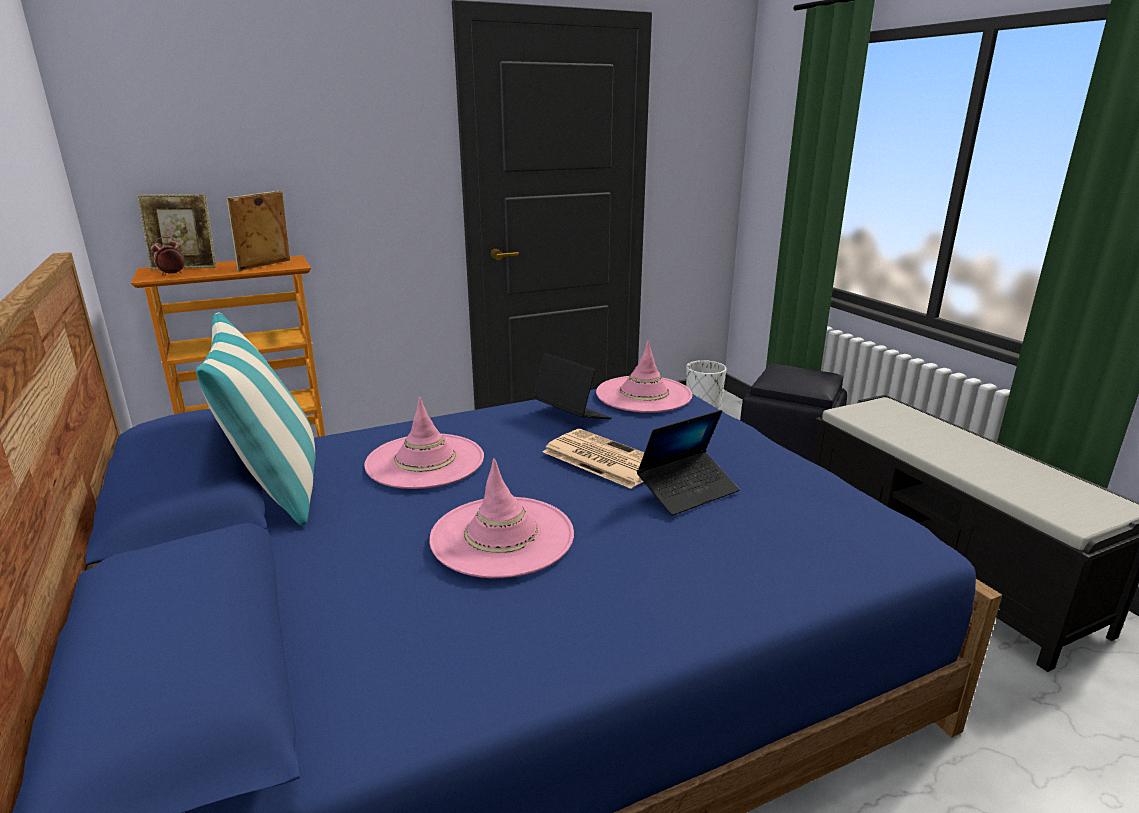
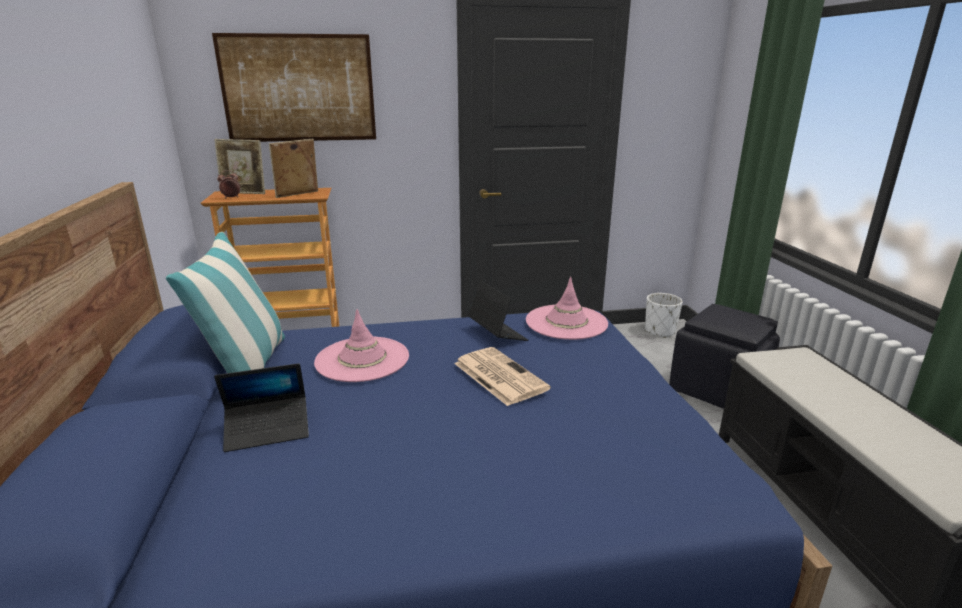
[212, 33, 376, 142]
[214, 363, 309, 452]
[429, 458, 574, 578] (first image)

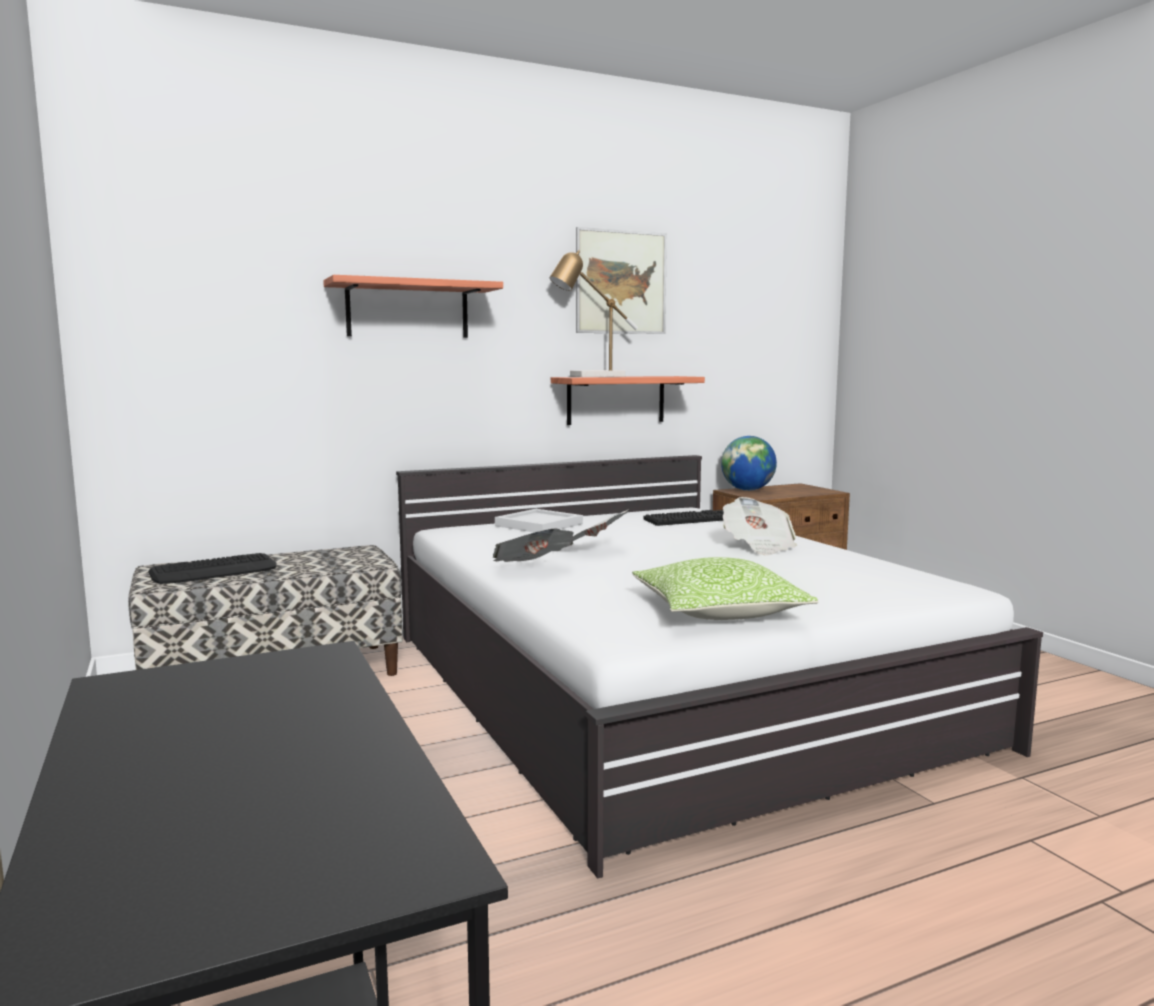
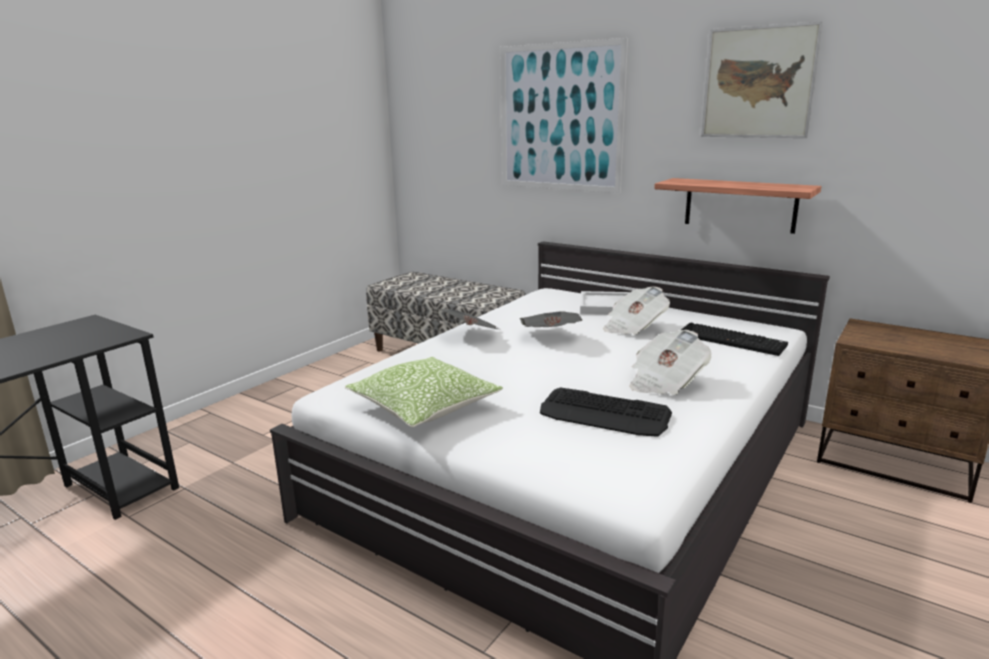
[500, 38, 628, 193]
[540, 387, 672, 437]
[603, 286, 670, 335]
[549, 250, 638, 377] (first image)
[721, 436, 777, 491] (first image)

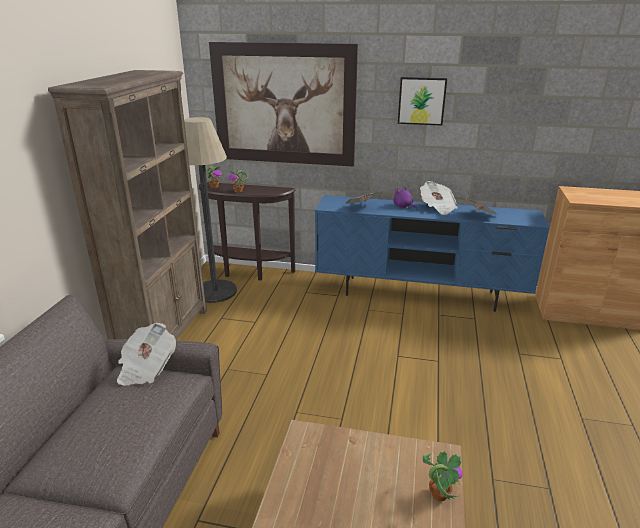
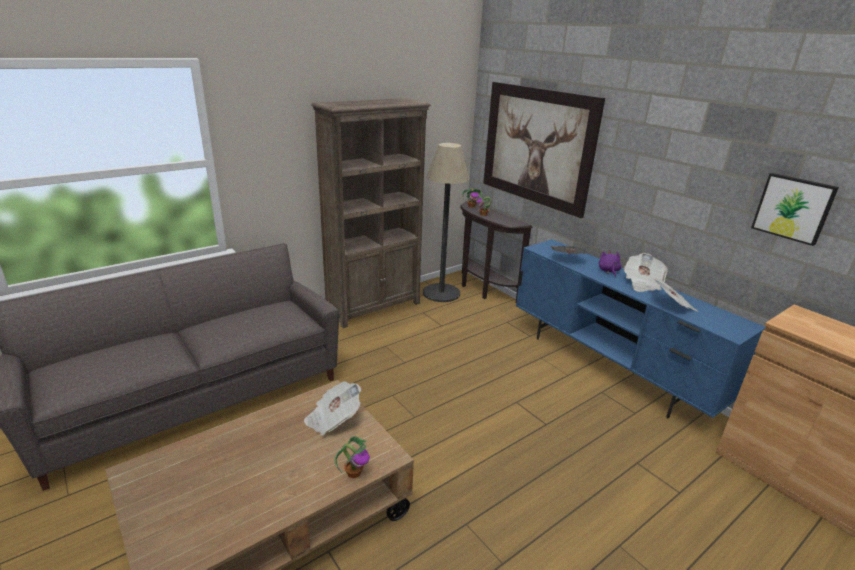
[304, 381, 362, 436]
[751, 173, 839, 246]

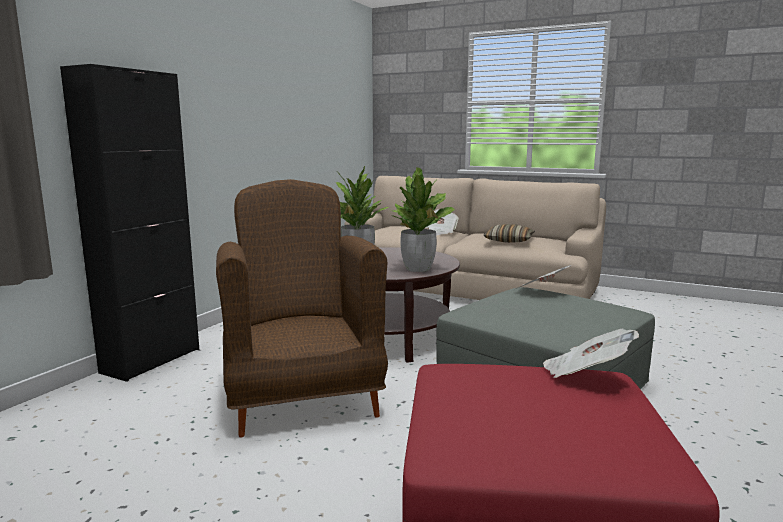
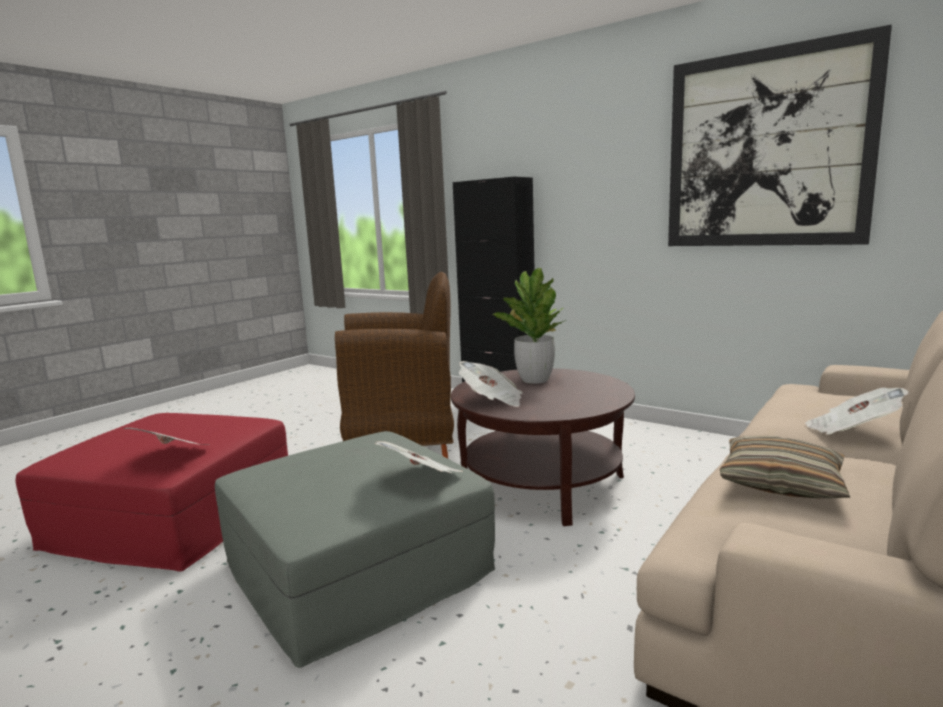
[459, 361, 522, 407]
[668, 25, 892, 246]

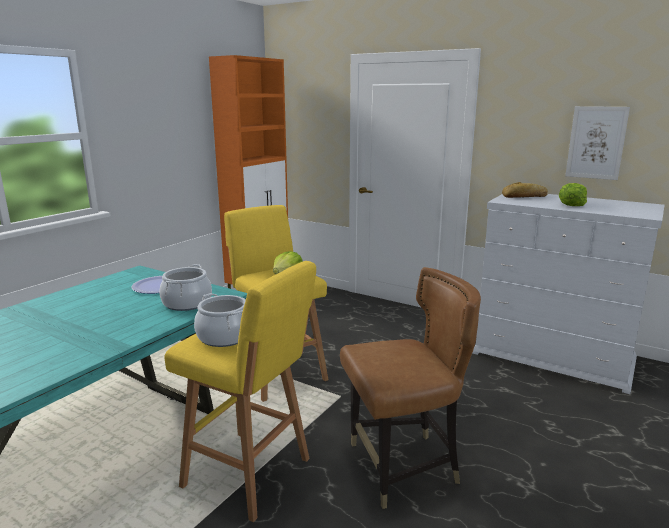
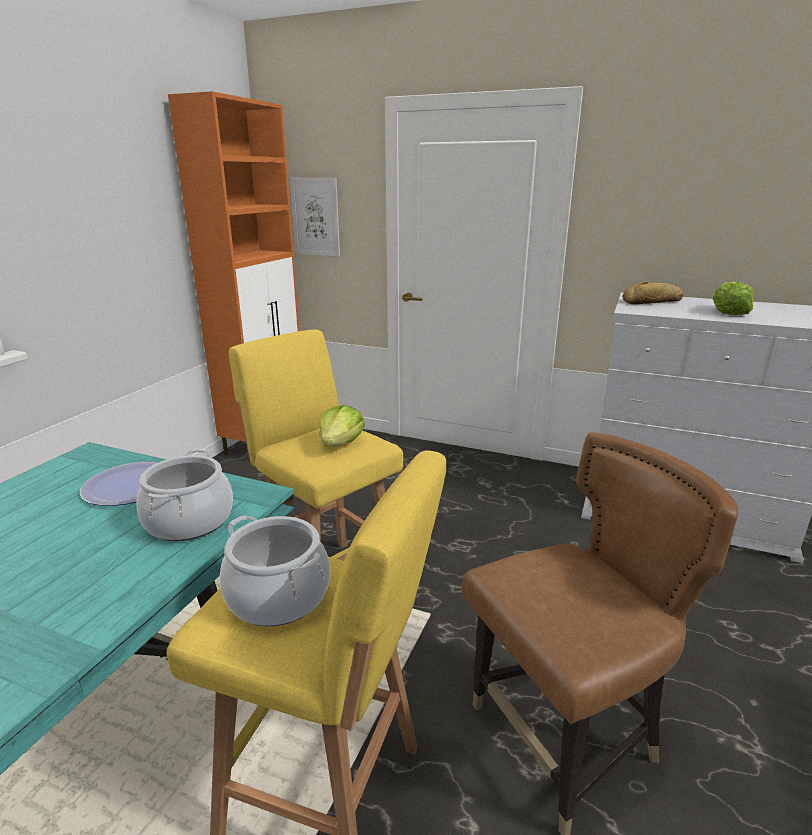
[290, 178, 340, 257]

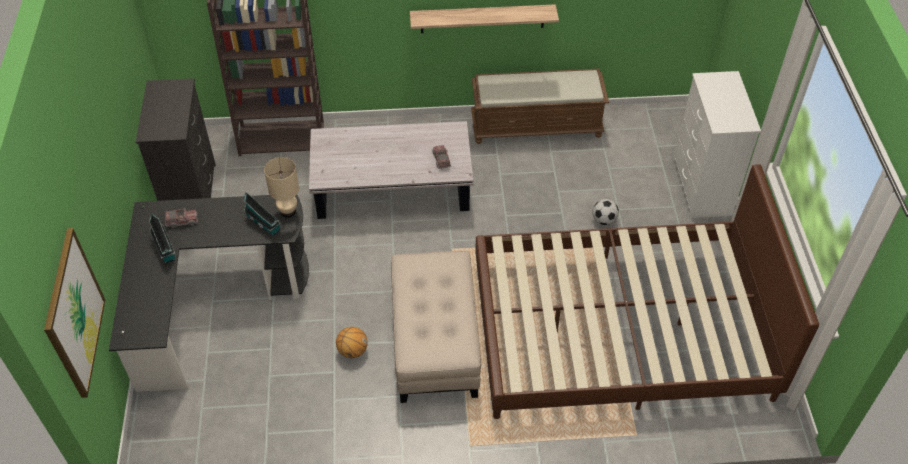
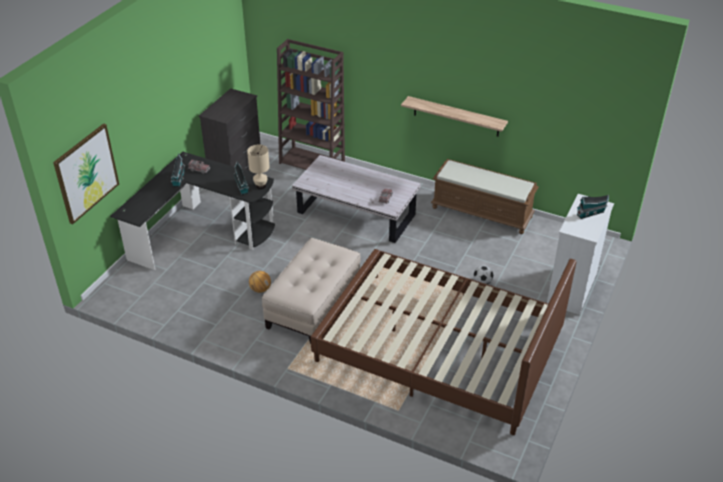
[577, 195, 609, 219]

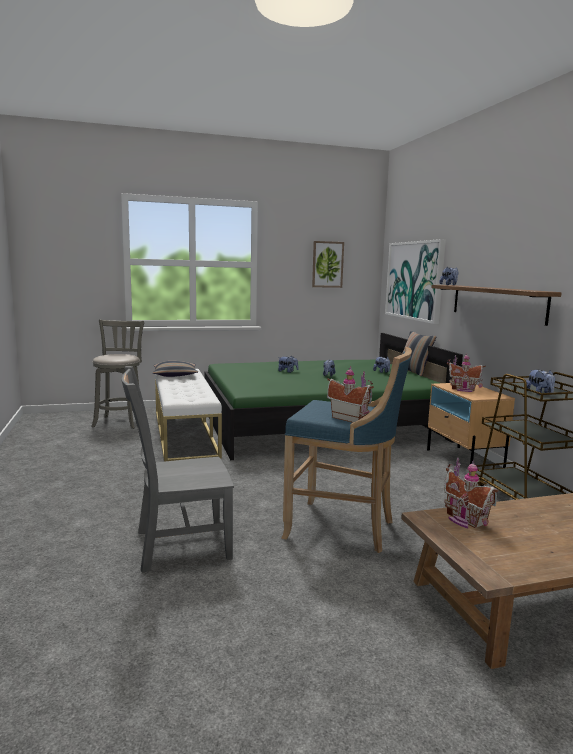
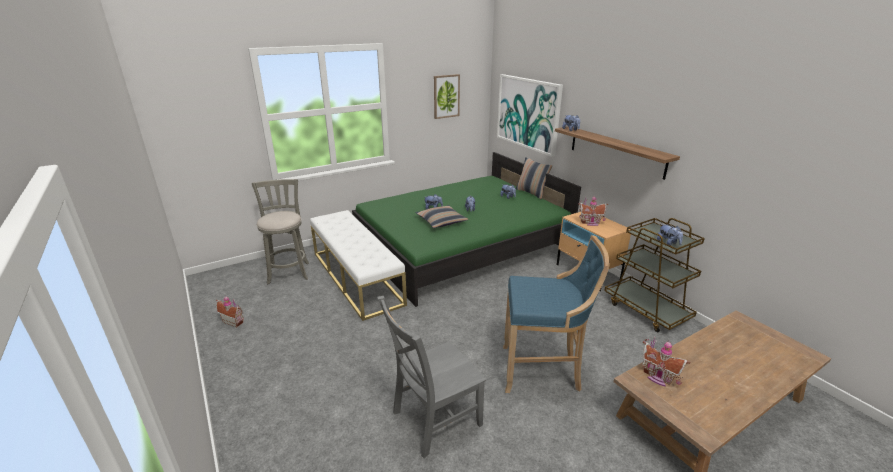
[216, 295, 244, 327]
[416, 205, 468, 228]

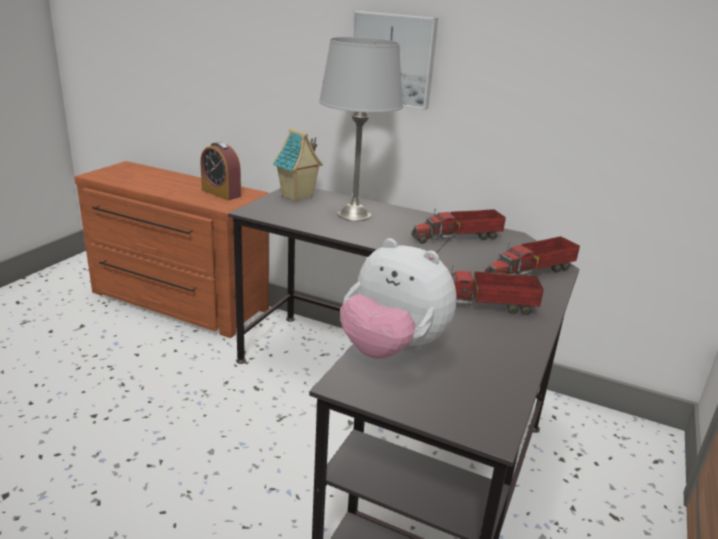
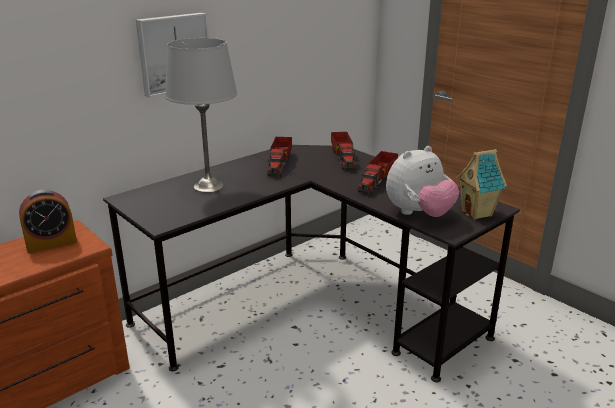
[456, 149, 507, 220]

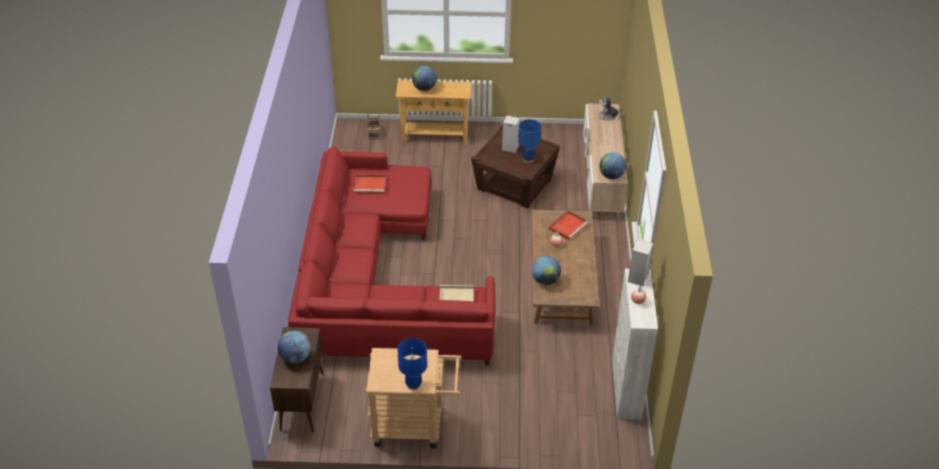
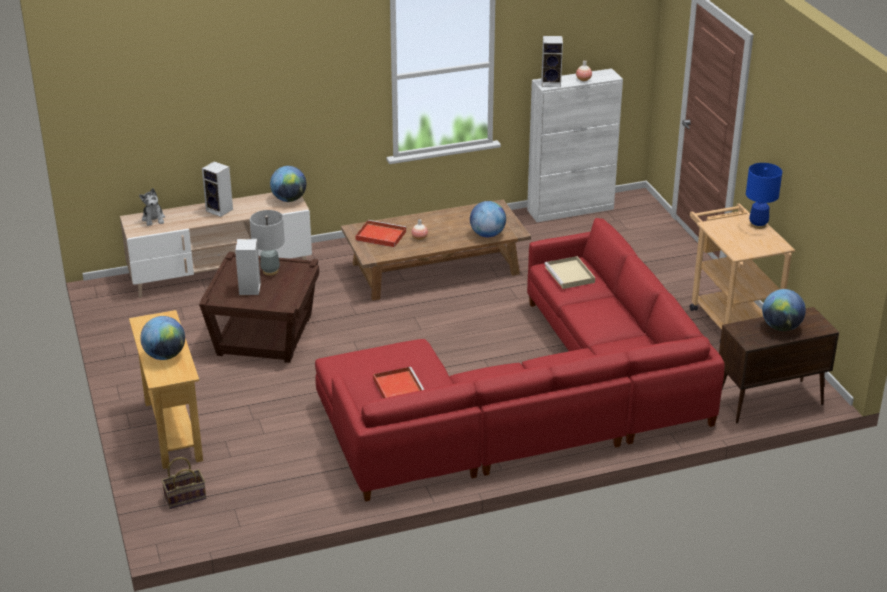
[202, 161, 233, 217]
[250, 210, 285, 276]

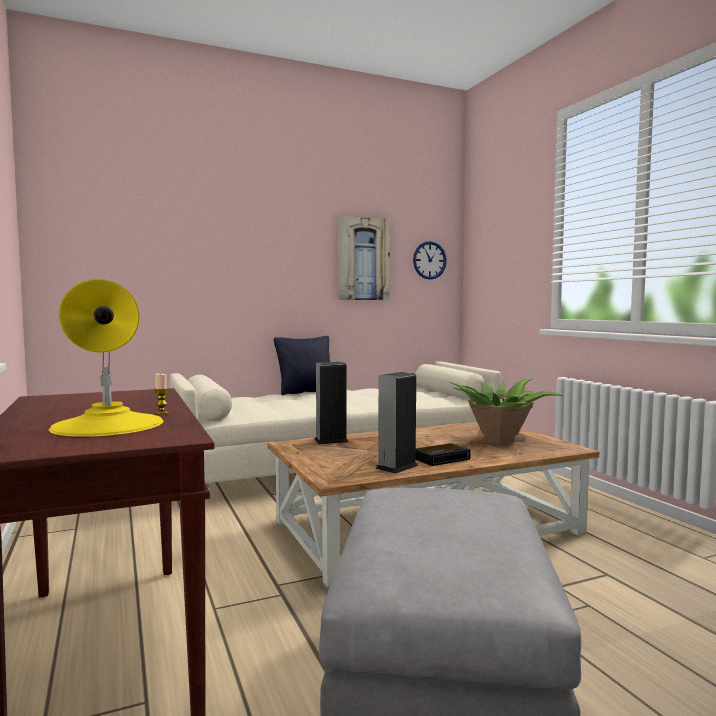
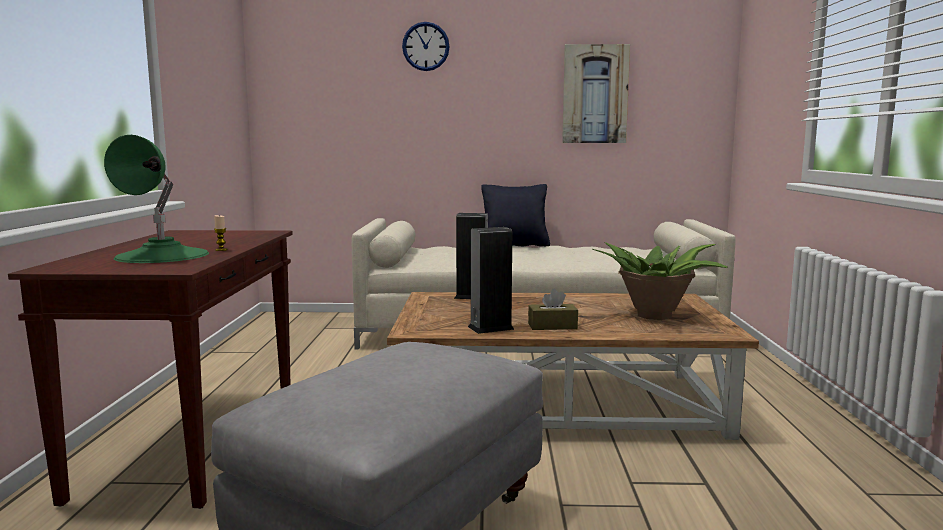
[104, 135, 209, 263]
[402, 22, 450, 71]
[528, 289, 578, 330]

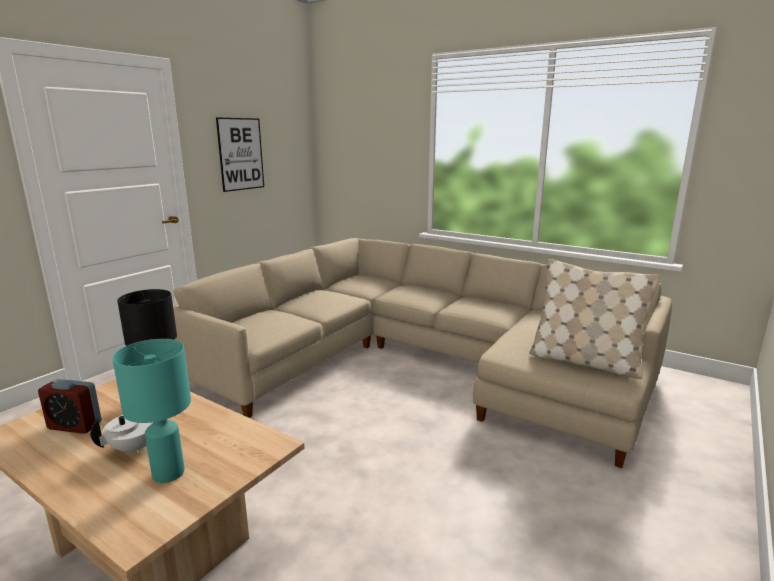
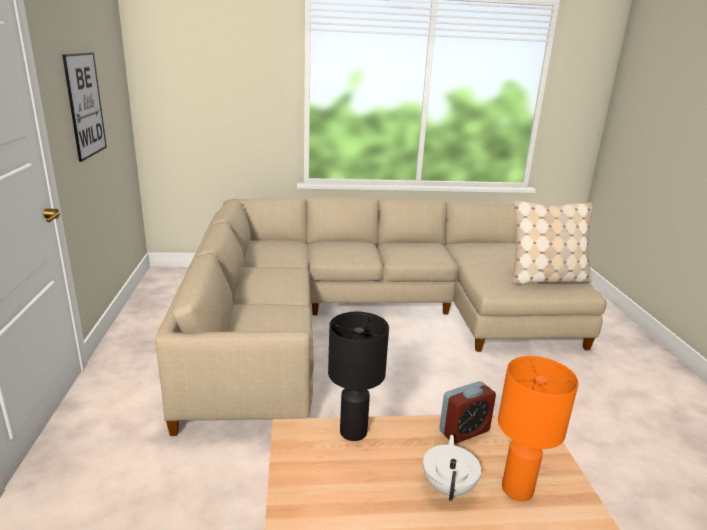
[439, 381, 496, 444]
[498, 356, 578, 501]

